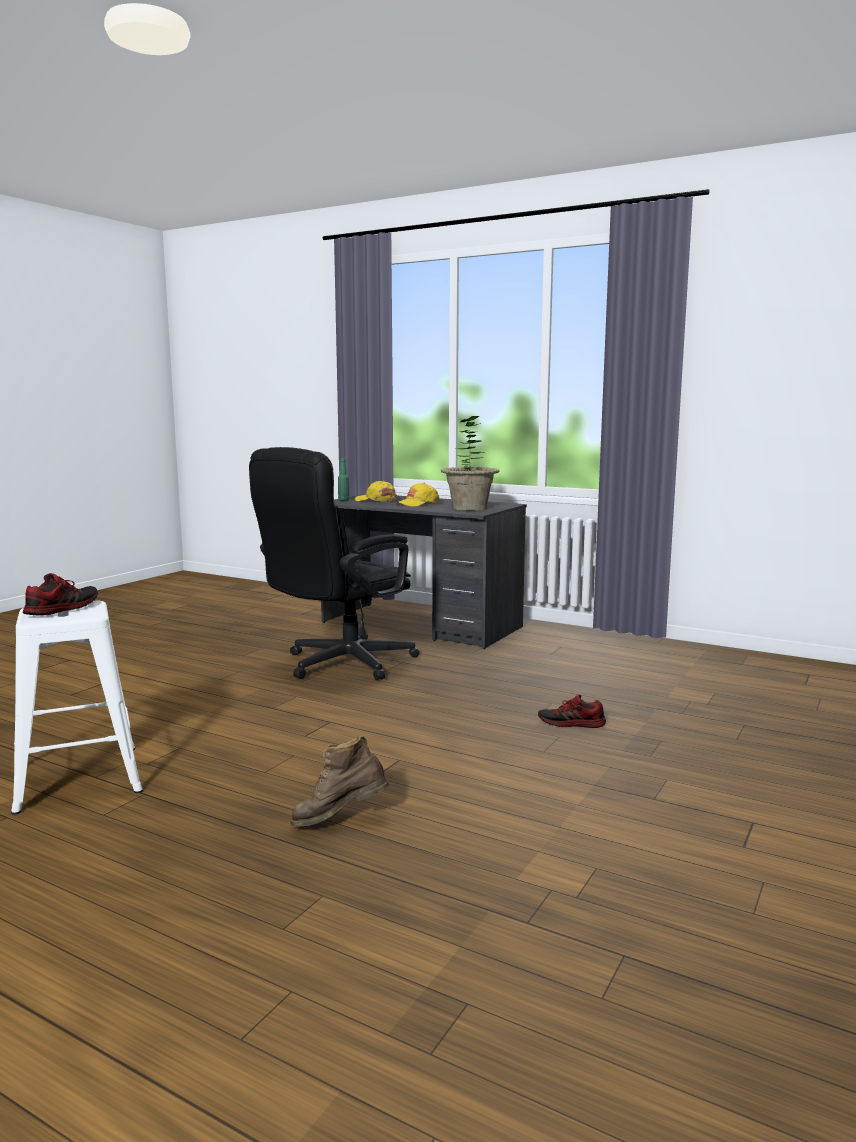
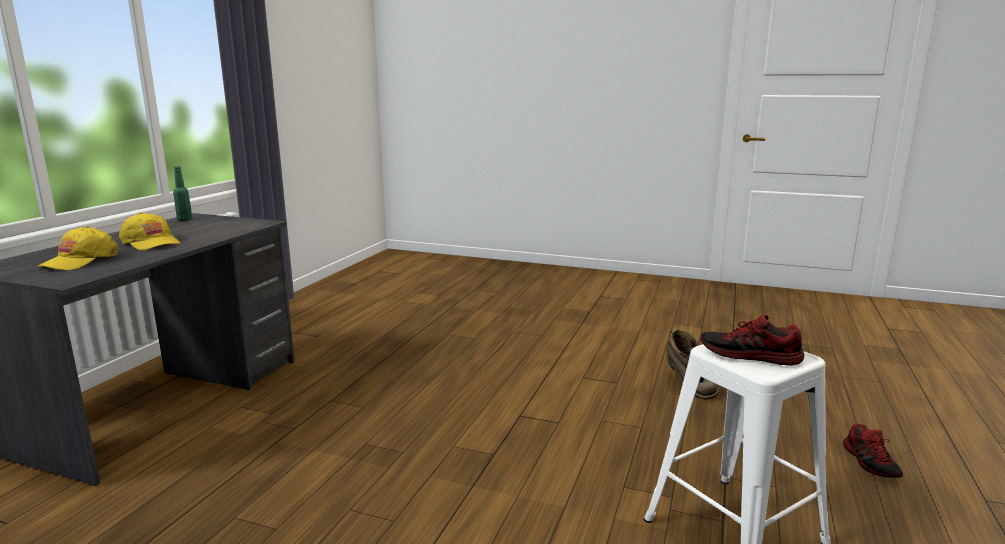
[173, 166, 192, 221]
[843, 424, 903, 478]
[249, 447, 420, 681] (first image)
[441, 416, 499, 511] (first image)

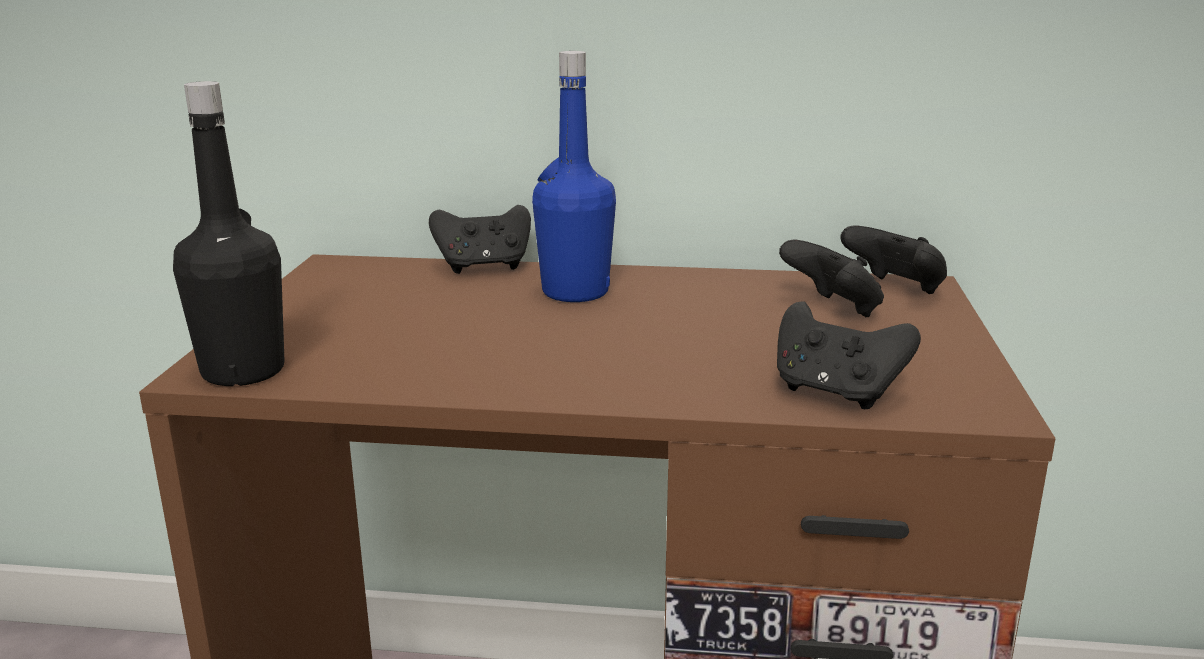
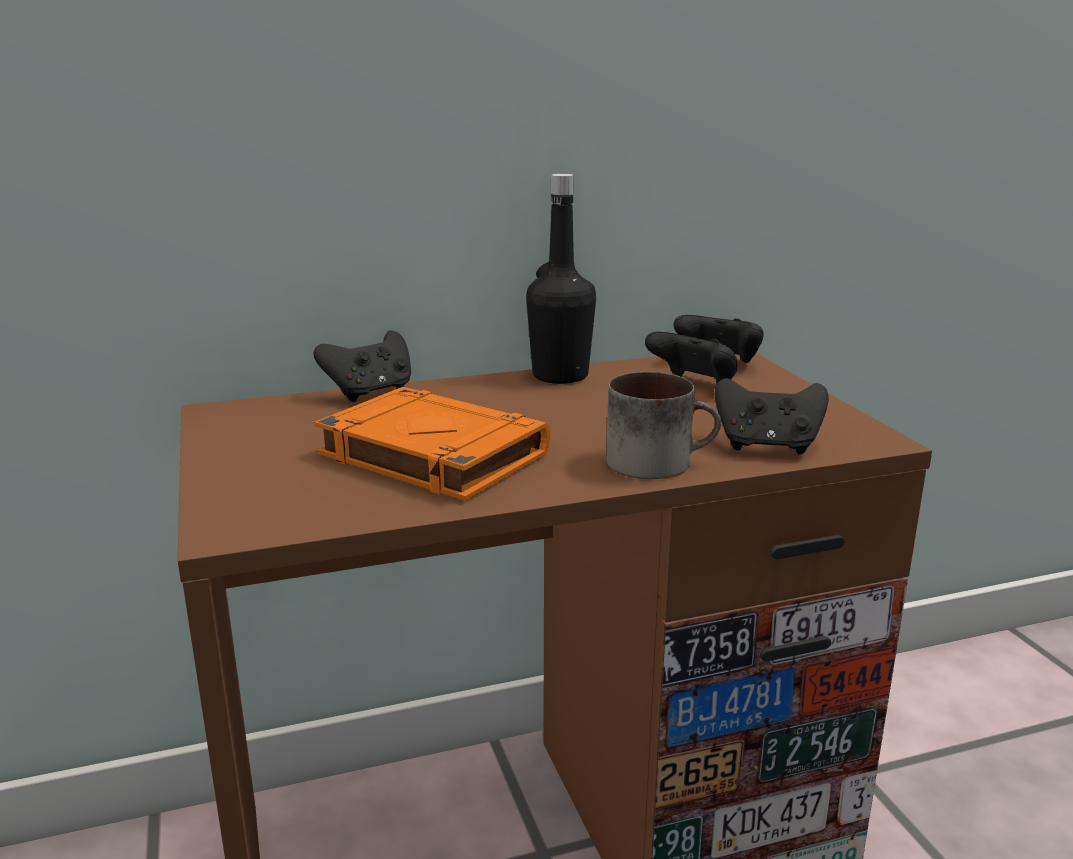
[315, 387, 551, 501]
[526, 174, 596, 384]
[606, 372, 721, 479]
[532, 51, 616, 302] (first image)

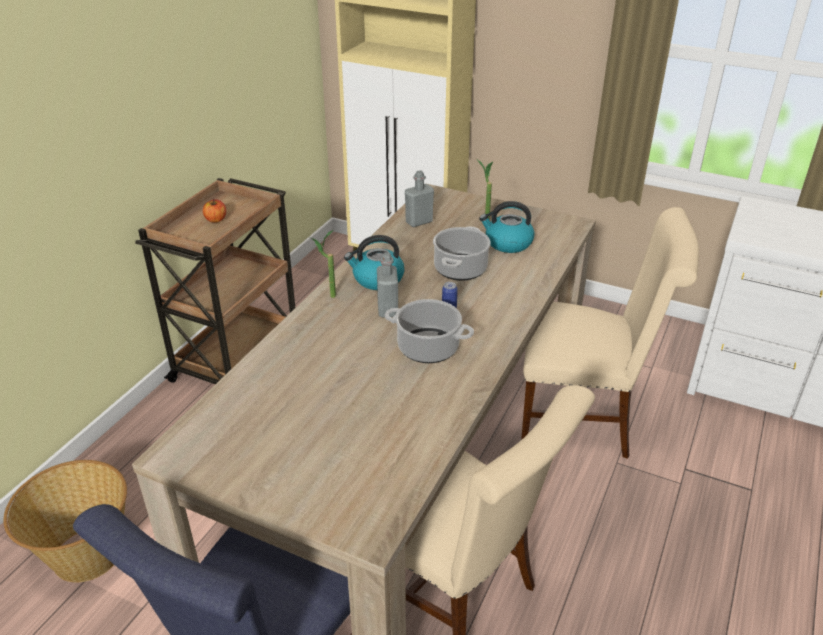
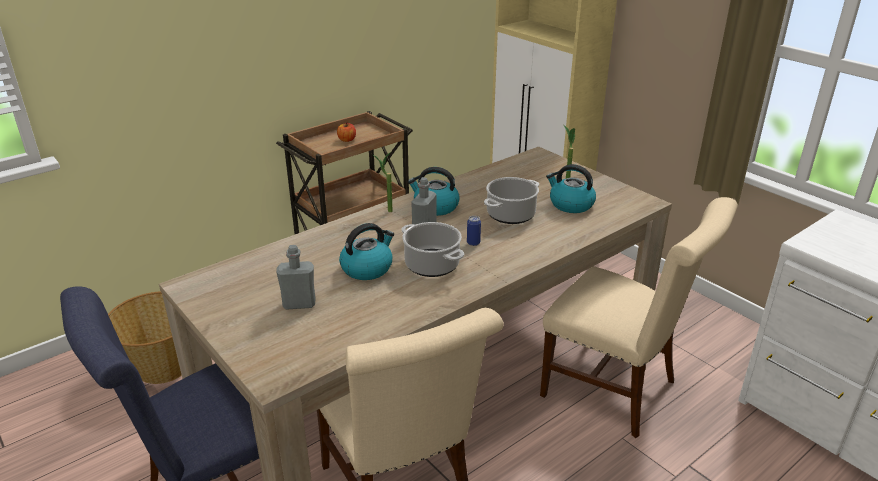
[276, 245, 315, 310]
[339, 223, 394, 280]

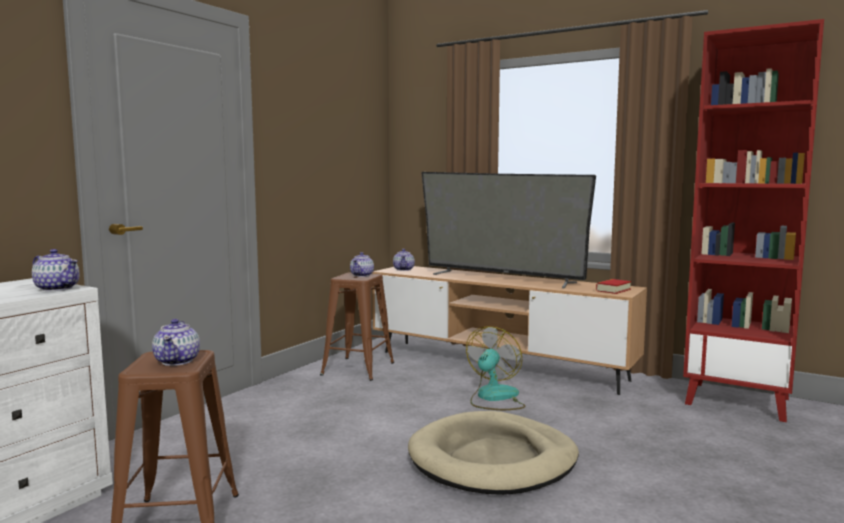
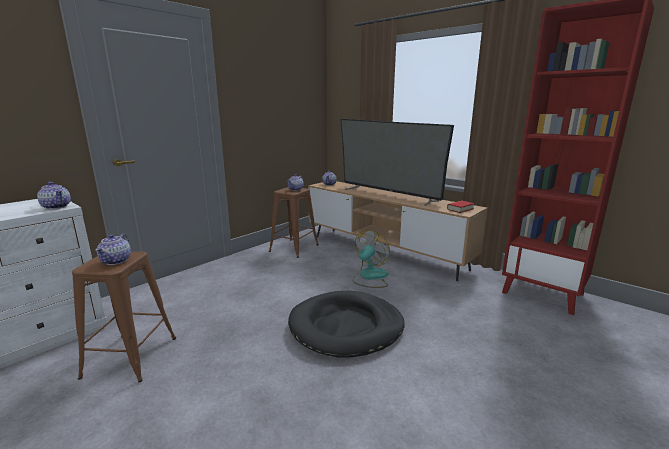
[288, 291, 405, 358]

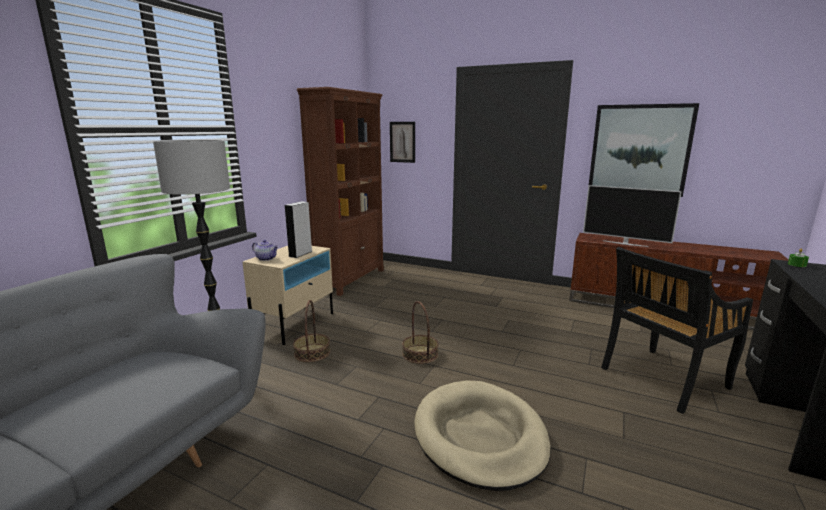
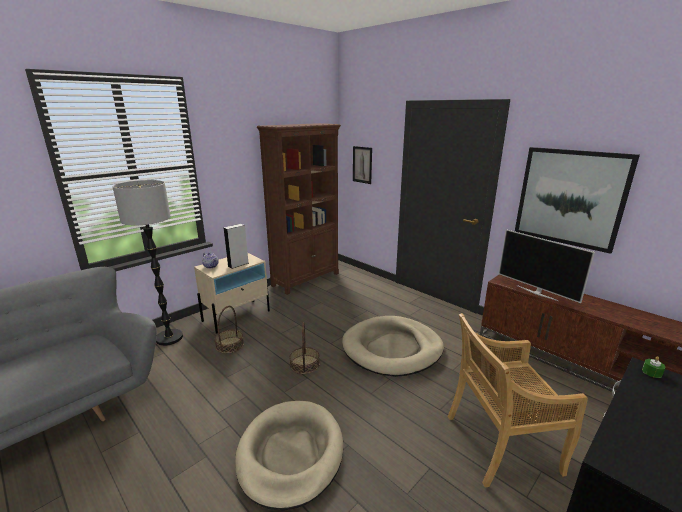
[342, 316, 444, 377]
[448, 313, 588, 487]

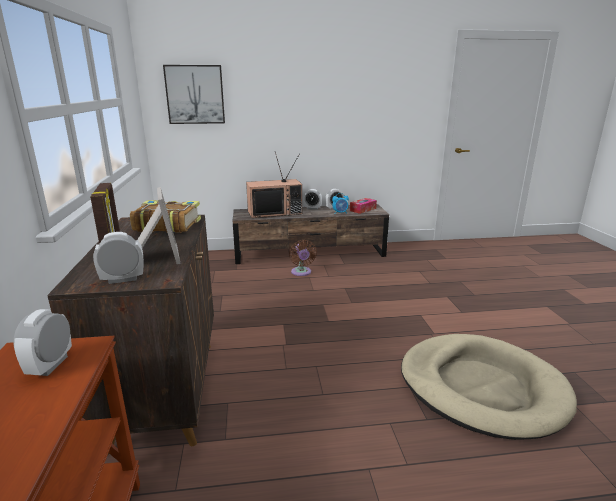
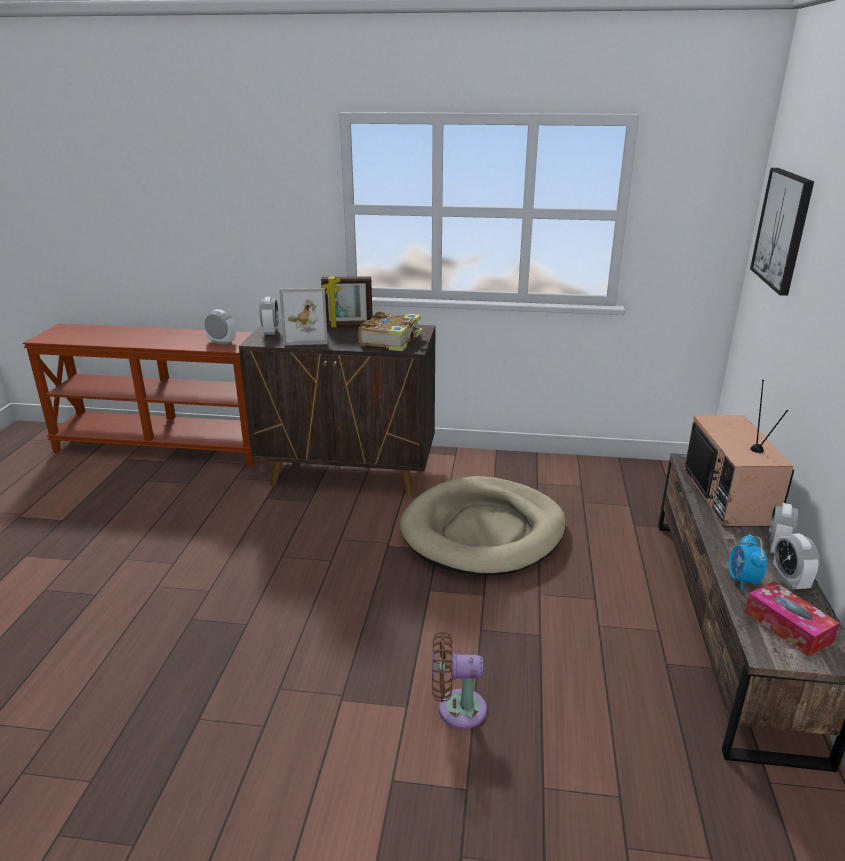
[400, 476, 566, 576]
[432, 632, 487, 729]

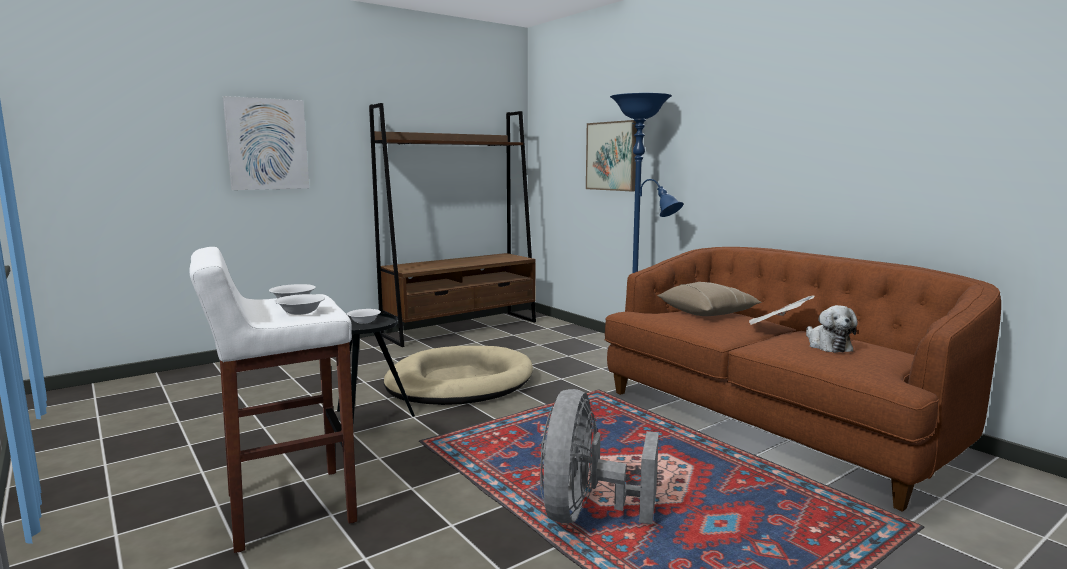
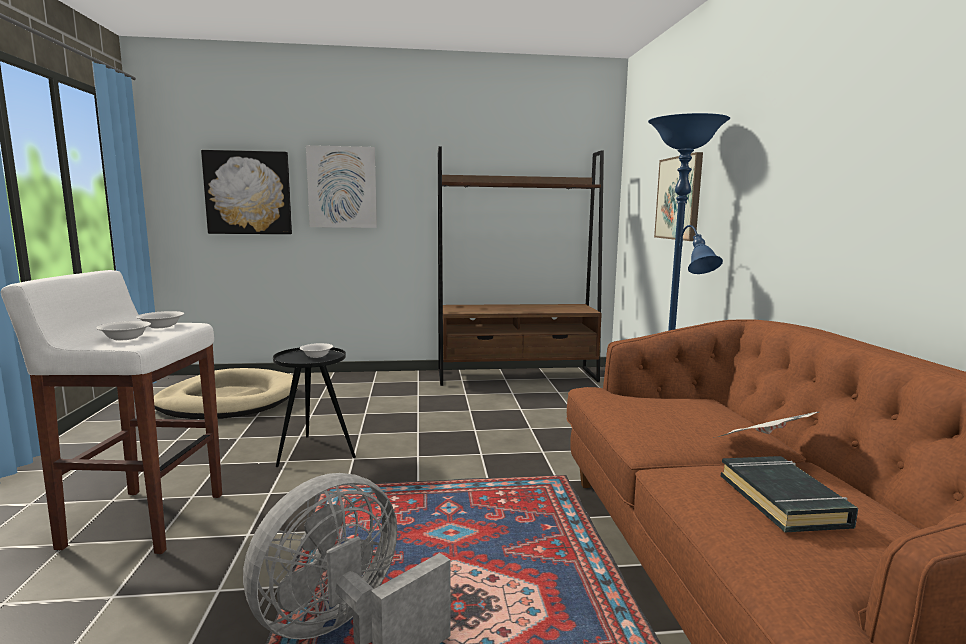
[154, 368, 298, 419]
[201, 150, 292, 234]
[721, 456, 858, 532]
[657, 282, 762, 316] (first image)

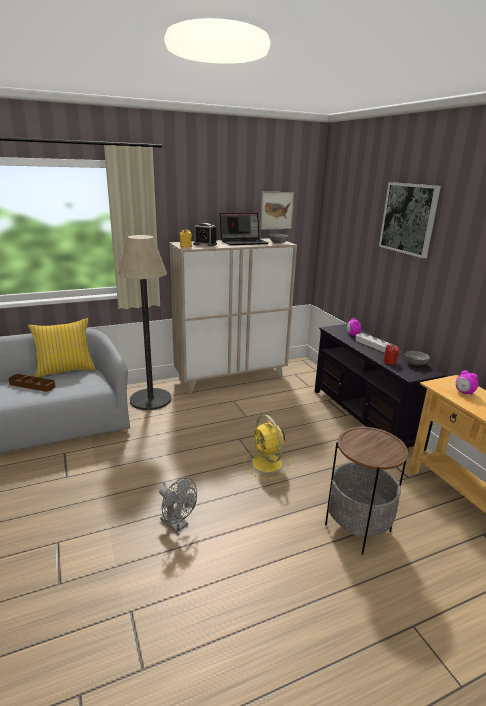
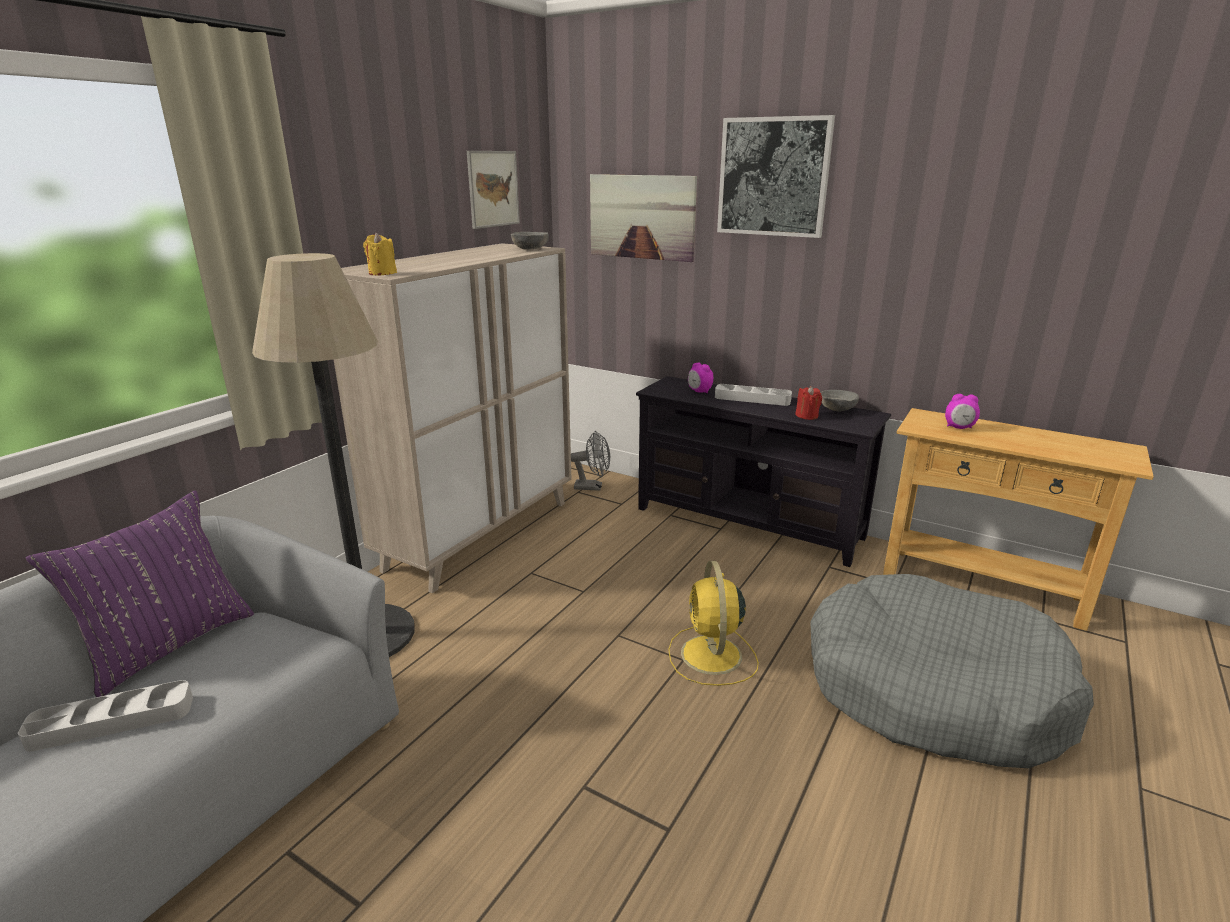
[18, 680, 193, 752]
[26, 490, 254, 697]
[571, 431, 610, 491]
[590, 174, 697, 262]
[668, 561, 759, 686]
[810, 574, 1094, 768]
[193, 223, 217, 246] (first image)
[219, 213, 268, 245] (first image)

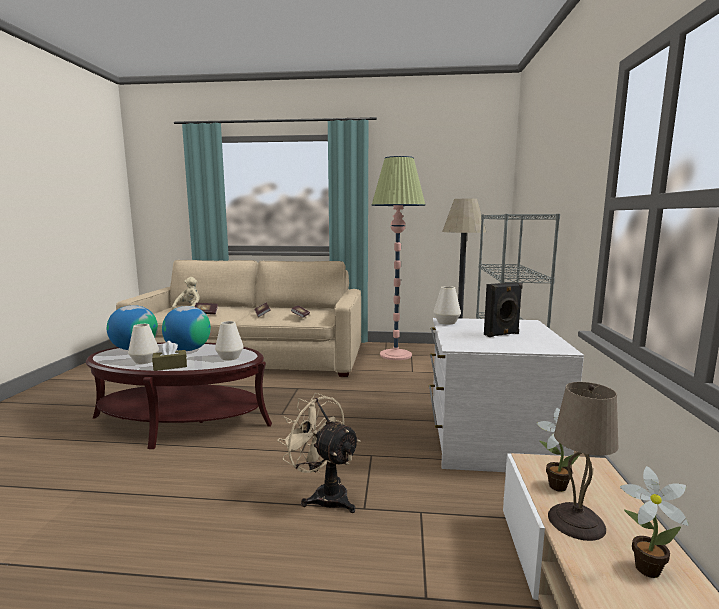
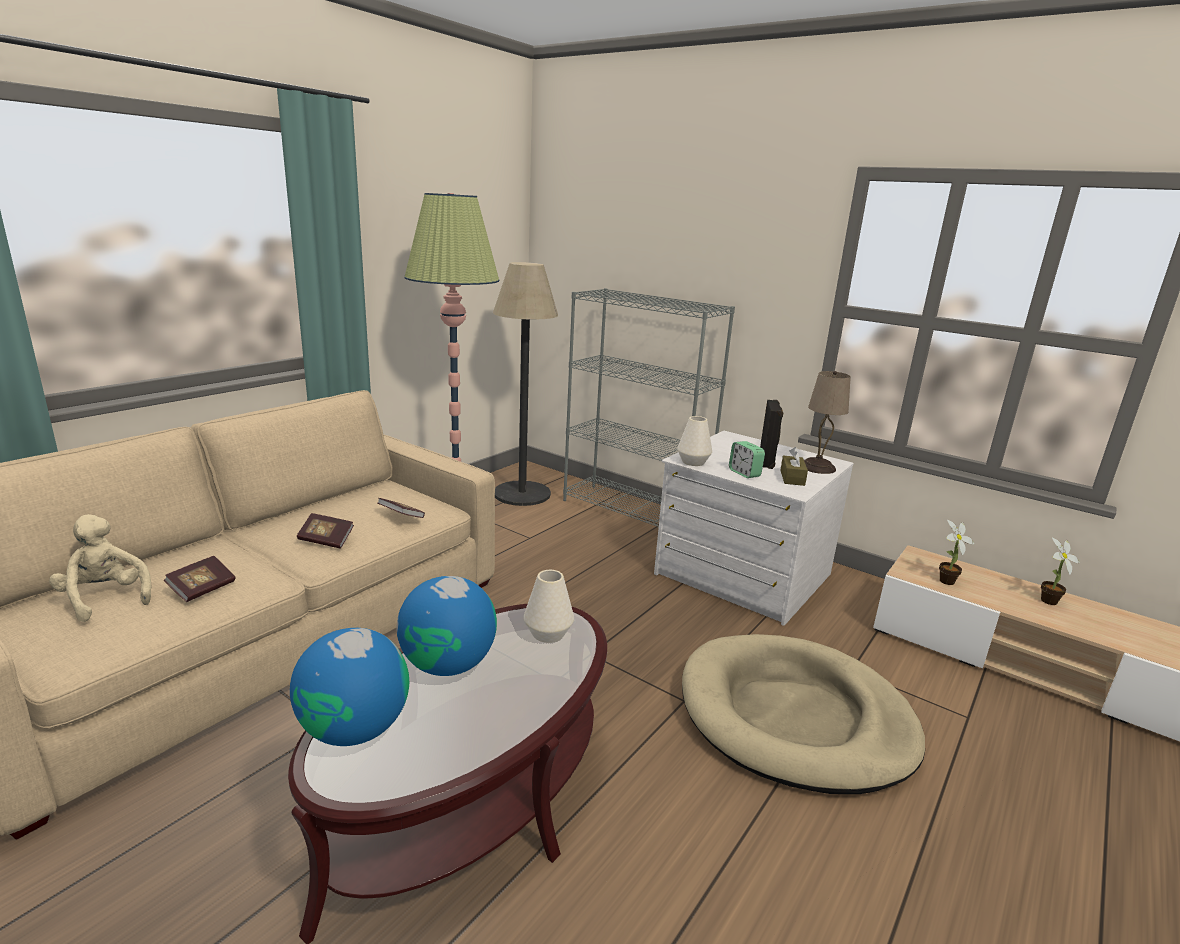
[682, 634, 925, 794]
[729, 441, 765, 478]
[780, 447, 808, 486]
[804, 371, 851, 474]
[128, 324, 159, 364] (first image)

